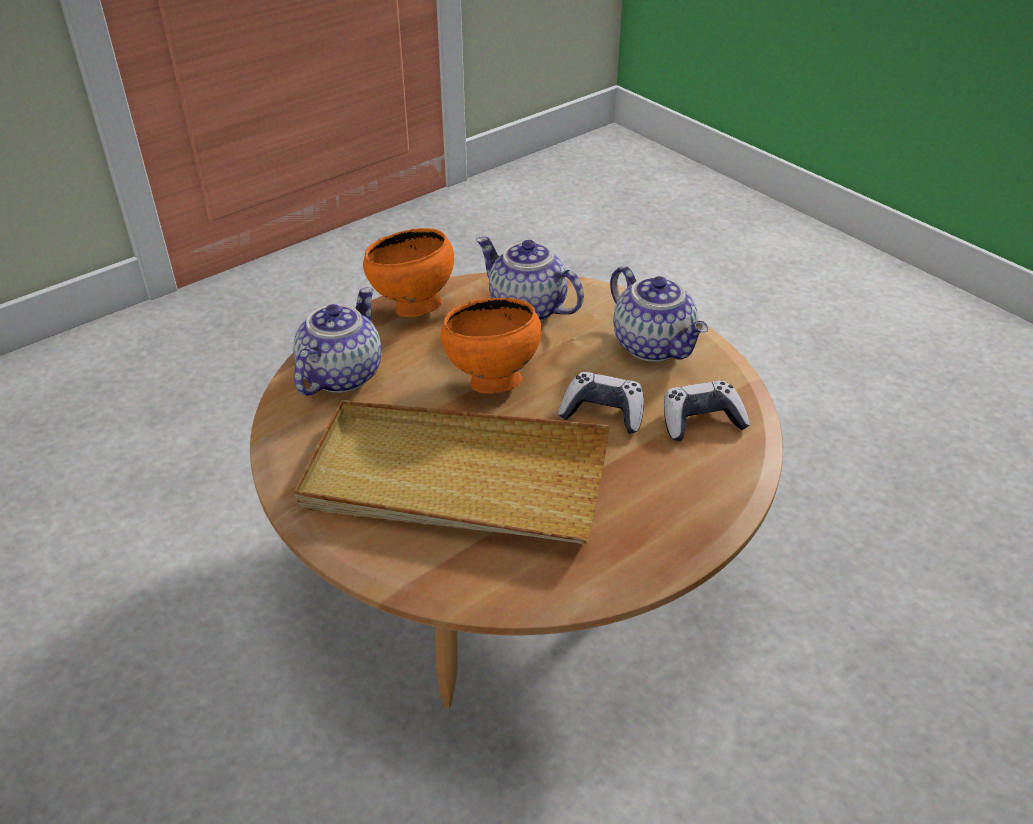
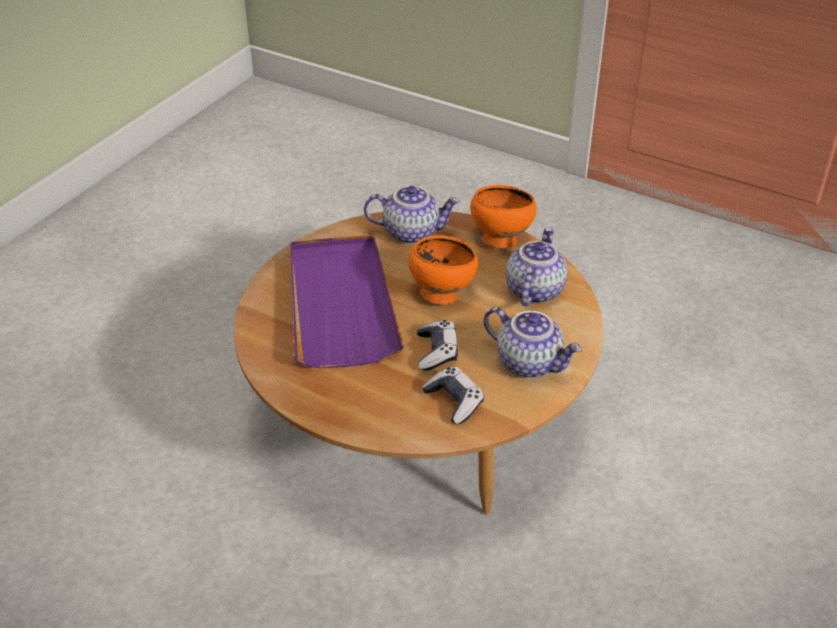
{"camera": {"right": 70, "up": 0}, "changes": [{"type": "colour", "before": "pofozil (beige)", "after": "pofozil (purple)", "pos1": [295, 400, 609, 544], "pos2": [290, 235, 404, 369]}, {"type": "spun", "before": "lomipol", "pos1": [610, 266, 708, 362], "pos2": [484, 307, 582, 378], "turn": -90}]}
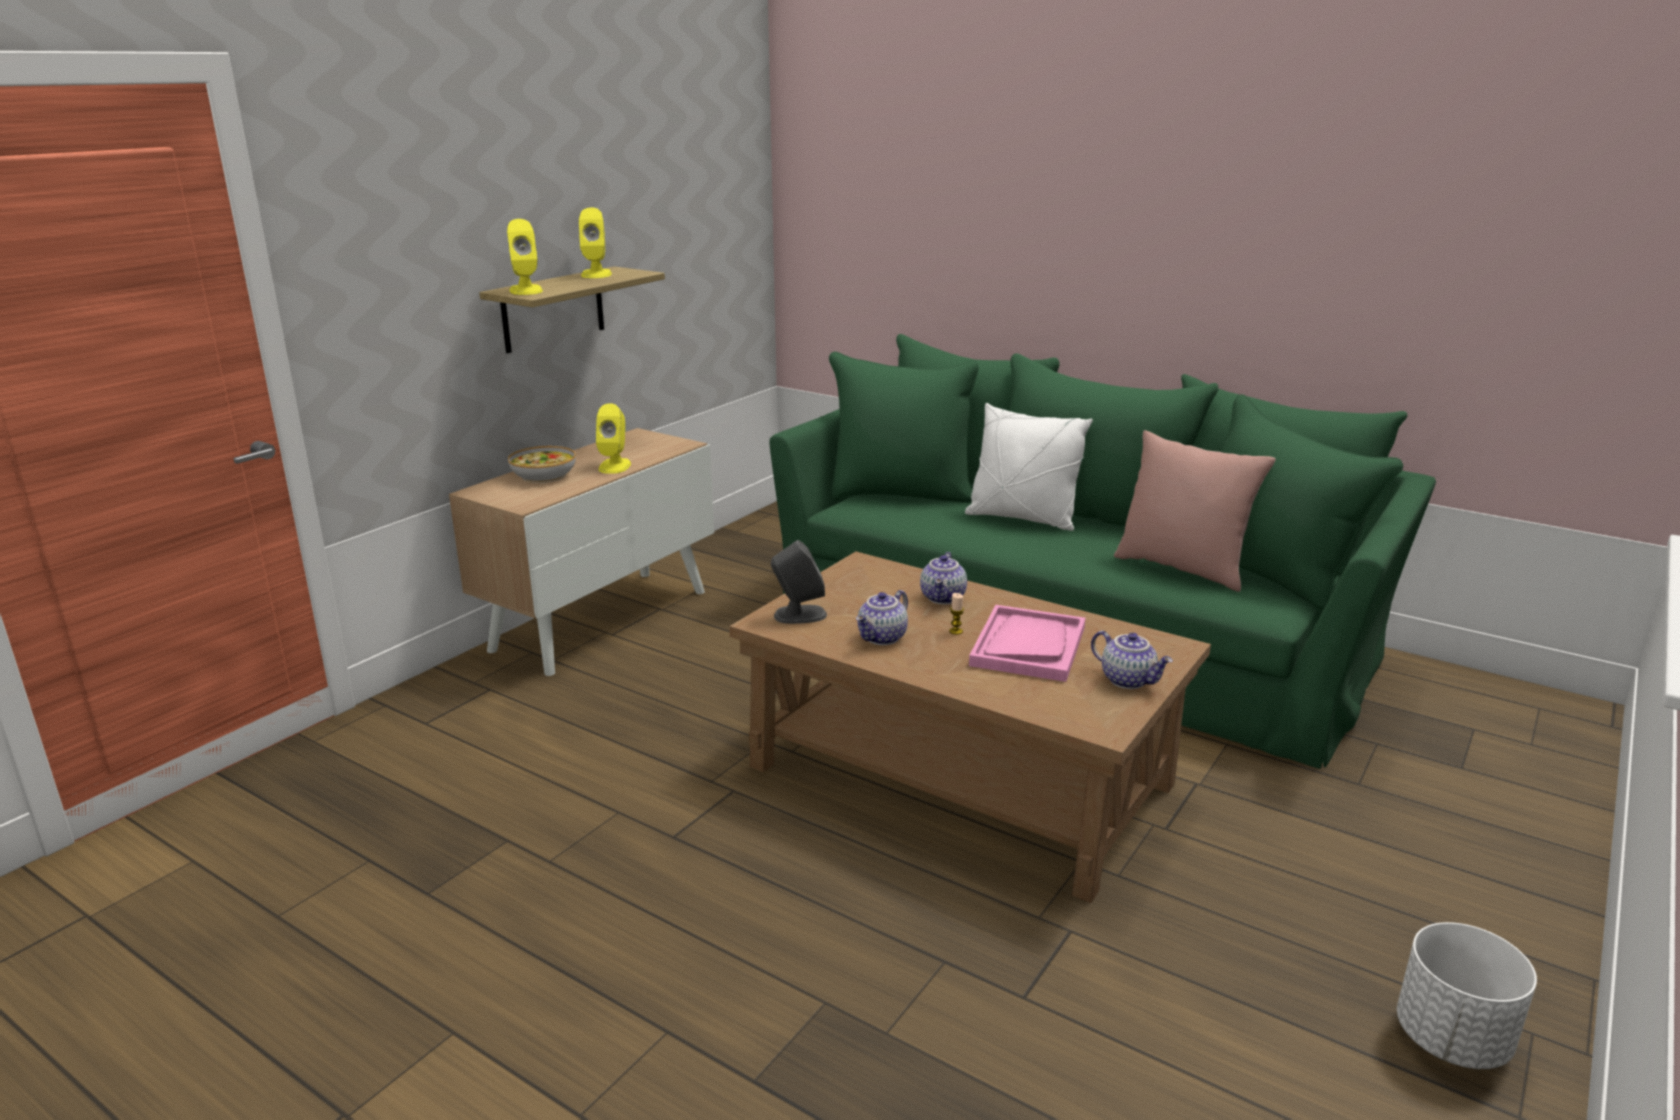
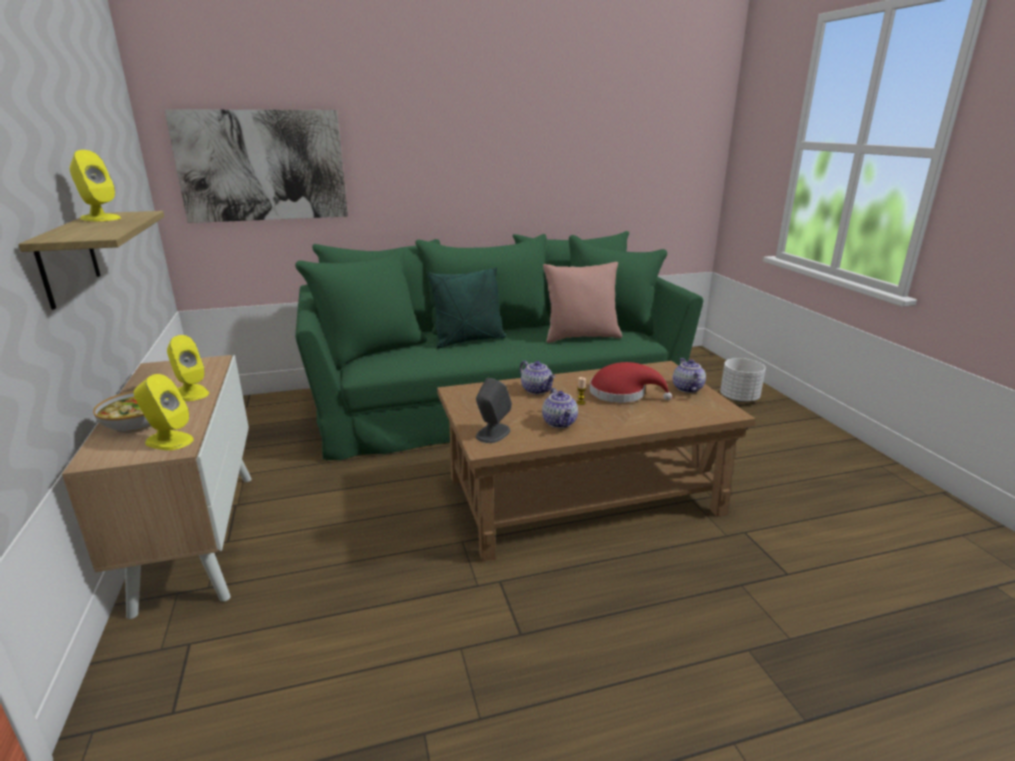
{"camera": {"right": -50, "up": 0}, "changes": [{"type": "relocated", "before": "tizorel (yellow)", "pos1": [507, 219, 543, 295], "pos2": [134, 374, 194, 450]}, {"type": "colour", "before": "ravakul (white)", "after": "ravakul (green)", "pos1": [965, 403, 1093, 531], "pos2": [428, 267, 506, 349]}, {"type": "exchanged", "before": "pofozil (pink)", "after": "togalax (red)", "pos1": [969, 605, 1086, 682], "pos2": [590, 362, 672, 403]}, {"type": "spun", "before": "lomipol", "pos1": [1091, 631, 1173, 689], "pos2": [673, 358, 706, 393], "turn": -90}, {"type": "relocated", "before": "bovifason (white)", "pos1": [1397, 922, 1537, 1069], "pos2": [720, 358, 766, 402]}, {"type": "appeared", "after": "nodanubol", "pos2": [164, 109, 348, 223]}]}
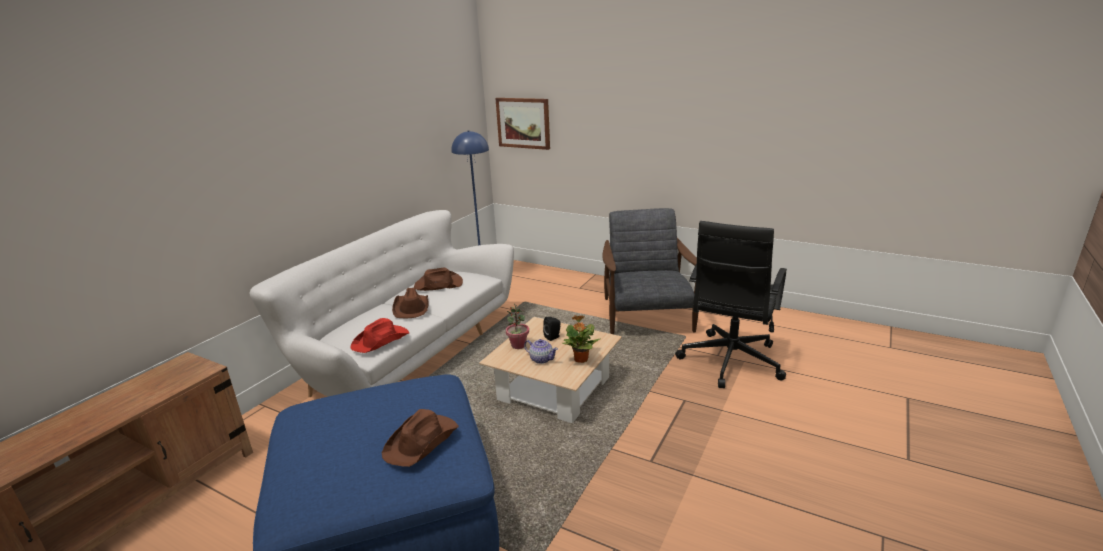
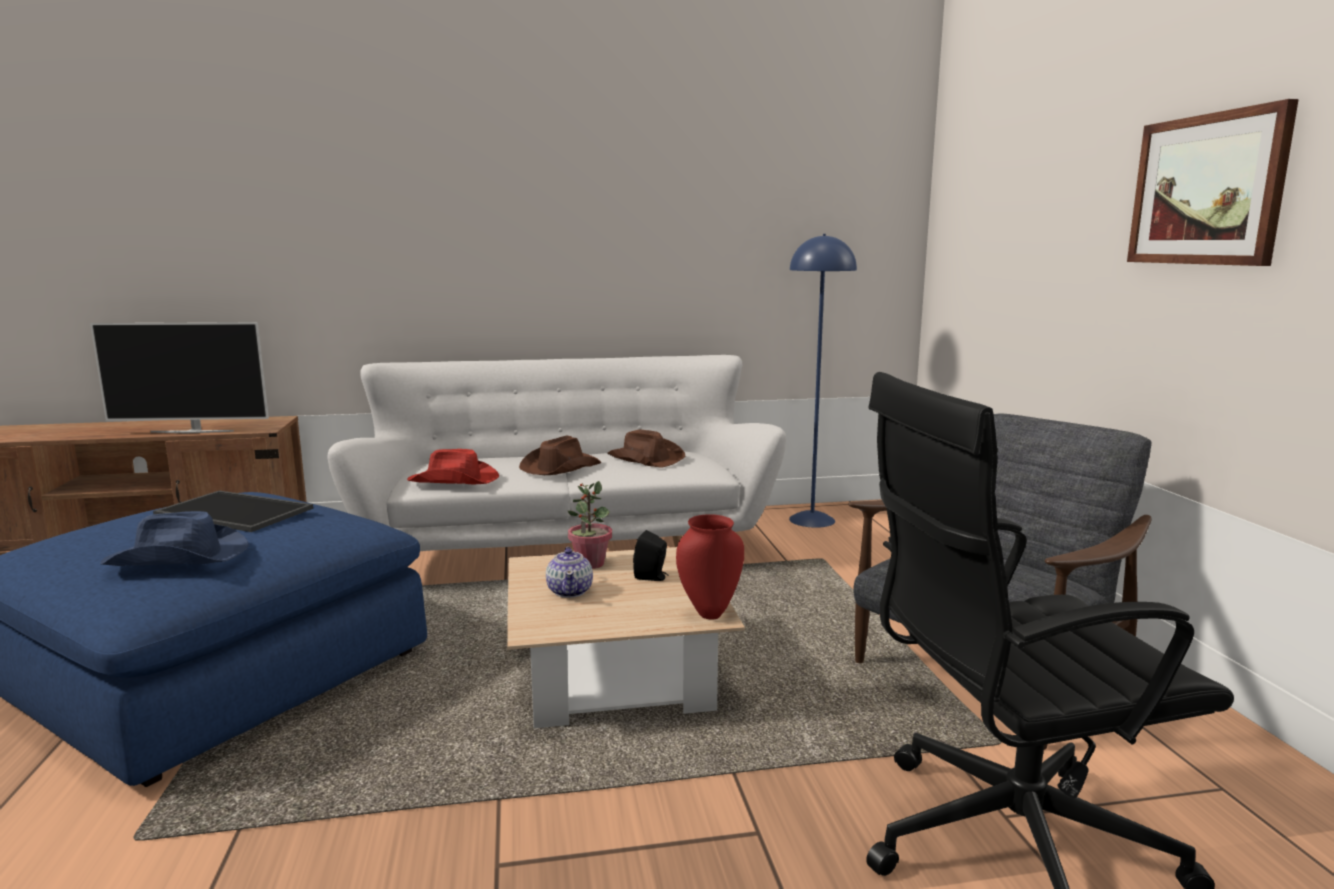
{"camera": {"right": 50, "up": -10}, "changes": [{"type": "colour", "before": "togalax (brown)", "after": "togalax (blue)", "pos1": [382, 409, 459, 467], "pos2": [100, 511, 249, 566]}, {"type": "relocated", "before": "nodanubol", "pos1": [495, 98, 550, 150], "pos2": [1127, 99, 1299, 266]}, {"type": "missing", "before": "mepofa", "pos1": [562, 315, 601, 363]}, {"type": "appeared", "after": "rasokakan", "pos2": [90, 322, 269, 433]}, {"type": "appeared", "after": "pofozil", "pos2": [153, 490, 313, 532]}, {"type": "appeared", "after": "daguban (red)", "pos2": [676, 514, 744, 620]}]}
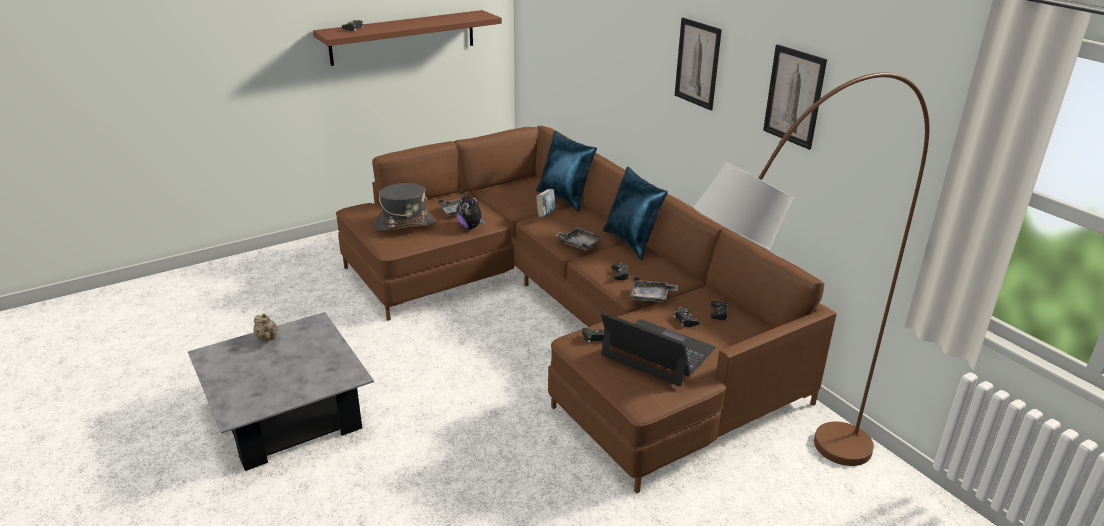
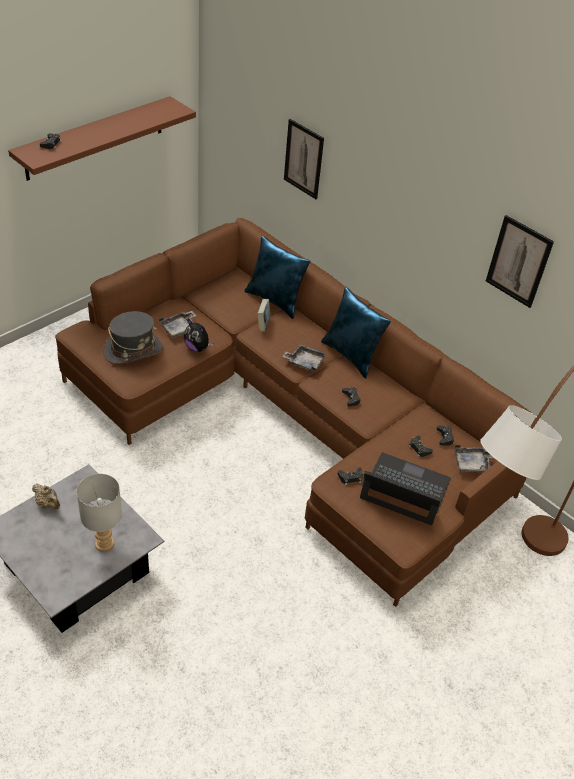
{"camera": {"right": -15, "up": 15}, "changes": [{"type": "relocated", "before": "pofozil (grey)", "pos1": [630, 277, 678, 303], "pos2": [454, 445, 493, 472]}, {"type": "relocated", "before": "nodanubol", "pos1": [675, 18, 722, 110], "pos2": [284, 119, 324, 199]}, {"type": "appeared", "after": "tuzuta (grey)", "pos2": [76, 474, 122, 552]}]}
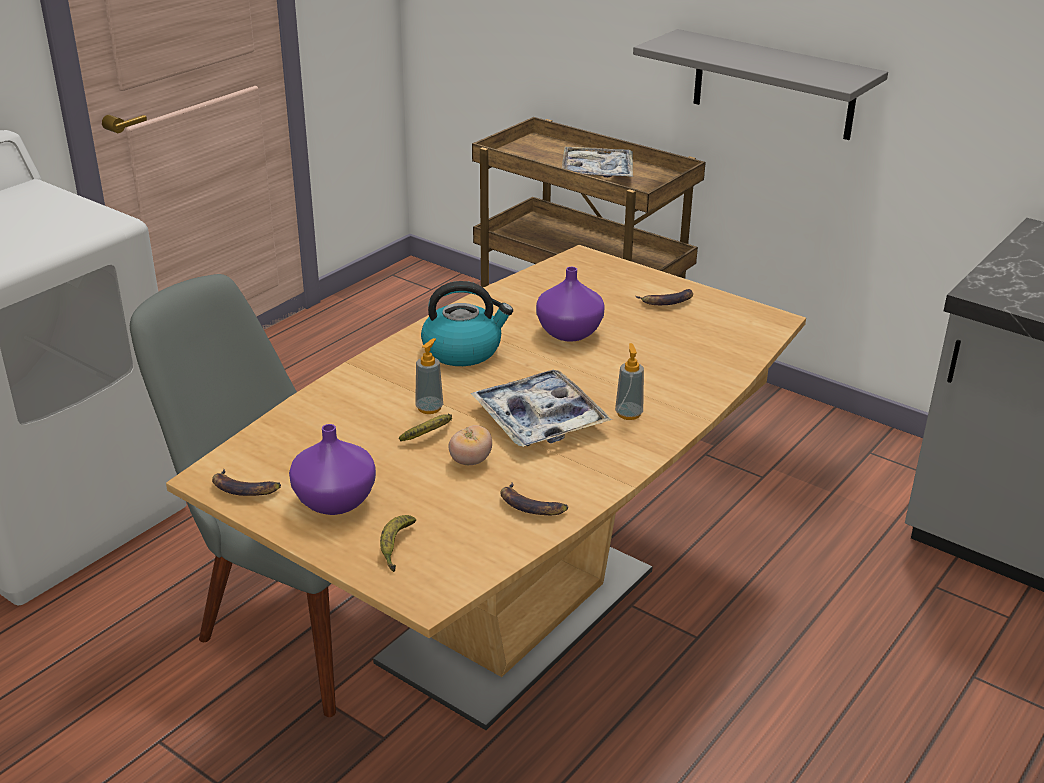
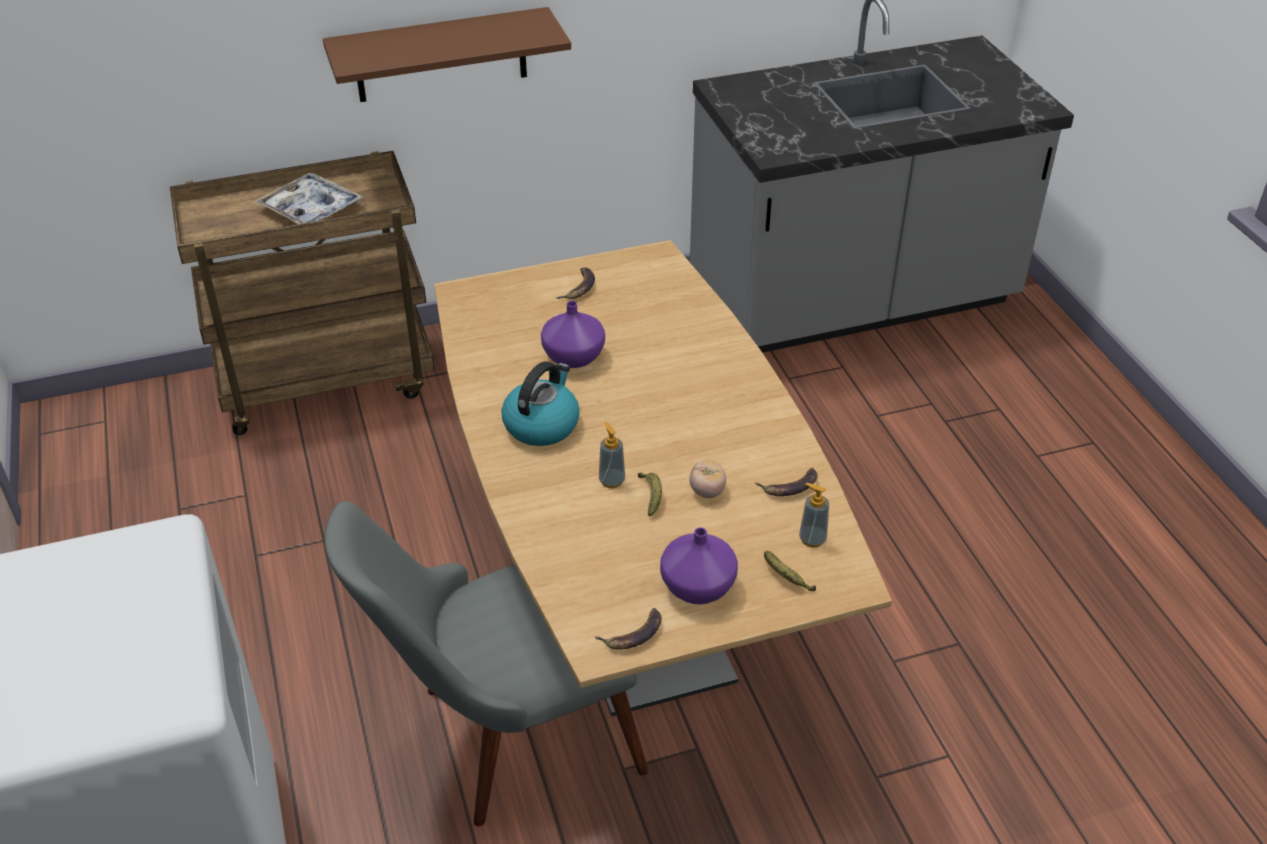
{"camera": {"right": -55, "up": 10}, "changes": [{"type": "missing", "before": "pofozil", "pos1": [470, 369, 612, 447]}, {"type": "relocated", "before": "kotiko", "pos1": [615, 343, 644, 420], "pos2": [799, 483, 829, 548]}, {"type": "colour", "before": "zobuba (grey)", "after": "zobuba (brown)", "pos1": [633, 29, 888, 140], "pos2": [323, 7, 571, 102]}]}
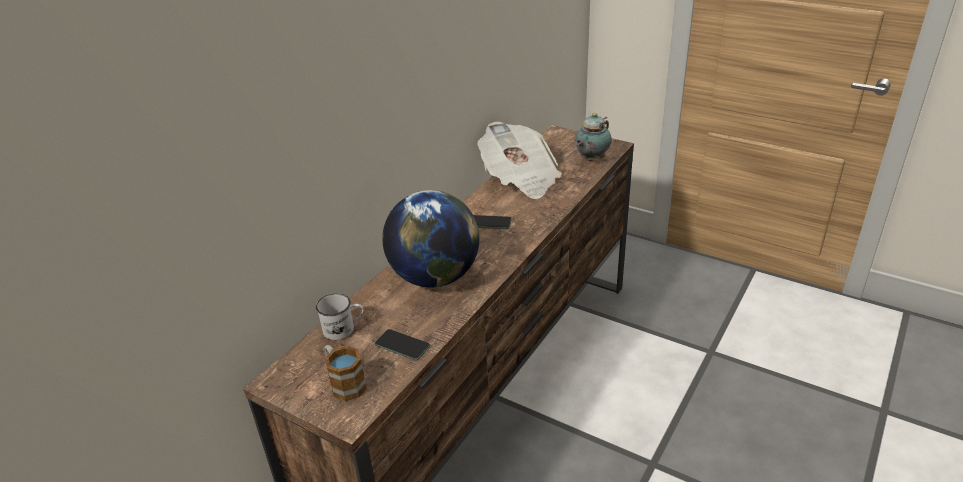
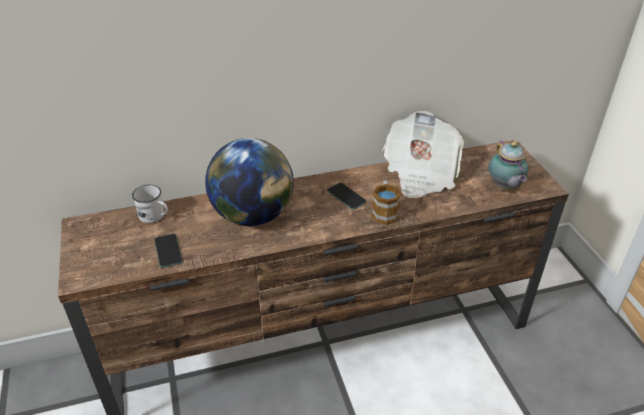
{"camera": {"right": 40, "up": 5}, "changes": [{"type": "relocated", "before": "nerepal", "pos1": [324, 345, 367, 401], "pos2": [372, 180, 401, 225]}, {"type": "spun", "before": "lomipol", "pos1": [575, 113, 612, 161], "pos2": [488, 140, 529, 190], "turn": -90}]}
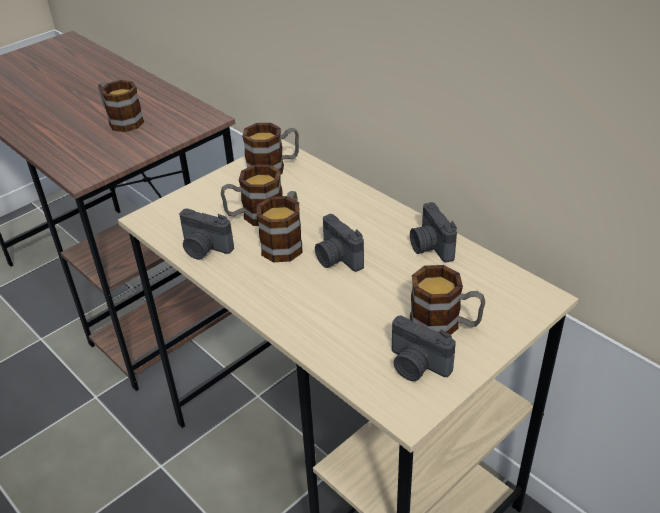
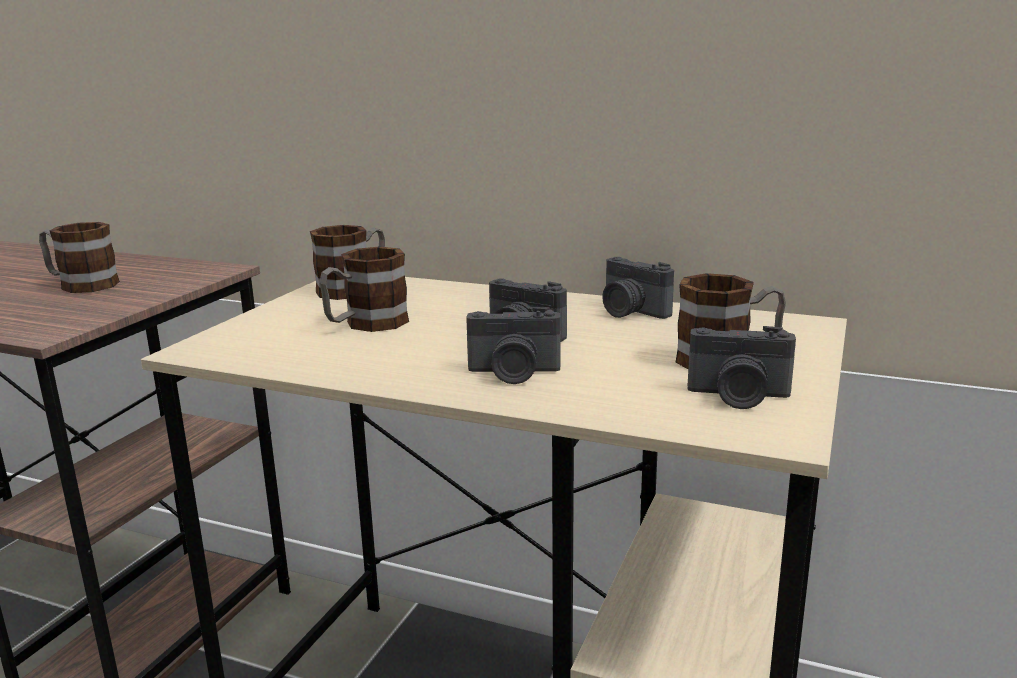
{"camera": {"right": -25, "up": -20}, "changes": [{"type": "relocated", "before": "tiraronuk", "pos1": [179, 209, 234, 260], "pos2": [466, 307, 561, 384]}, {"type": "missing", "before": "nerepal", "pos1": [257, 191, 303, 262]}]}
